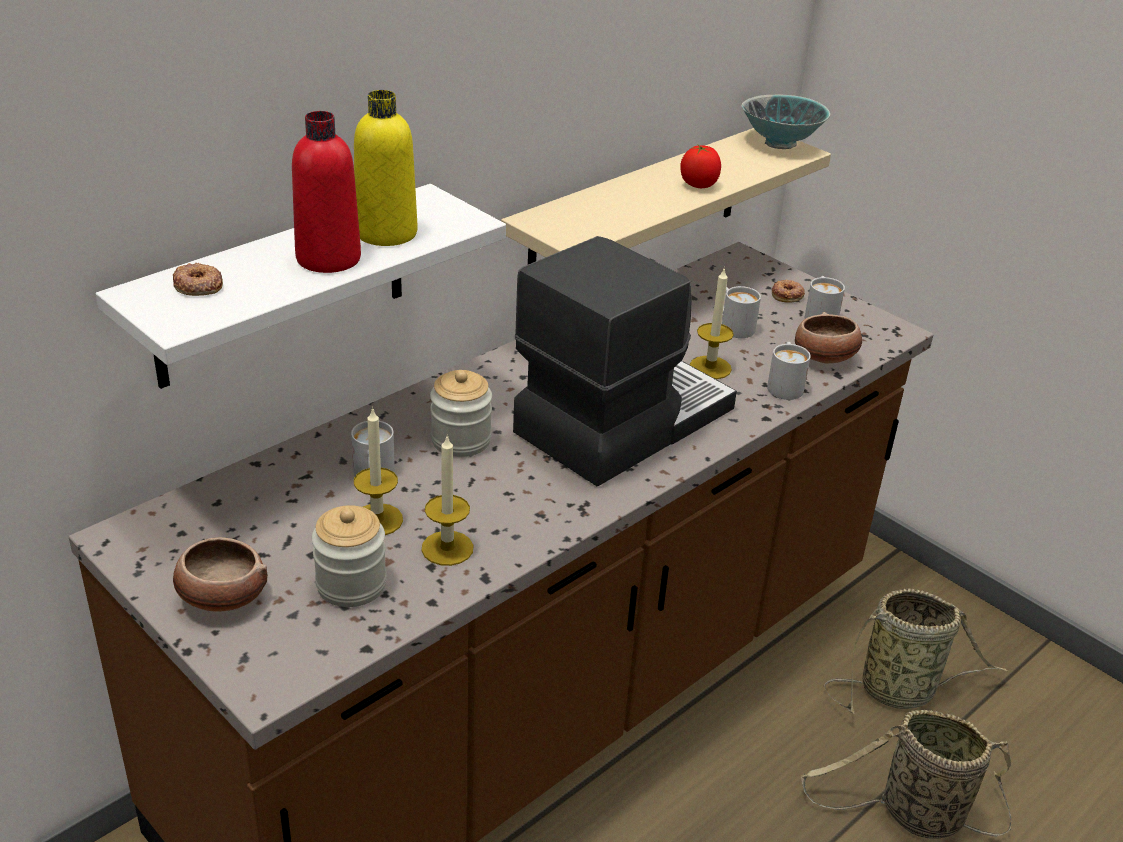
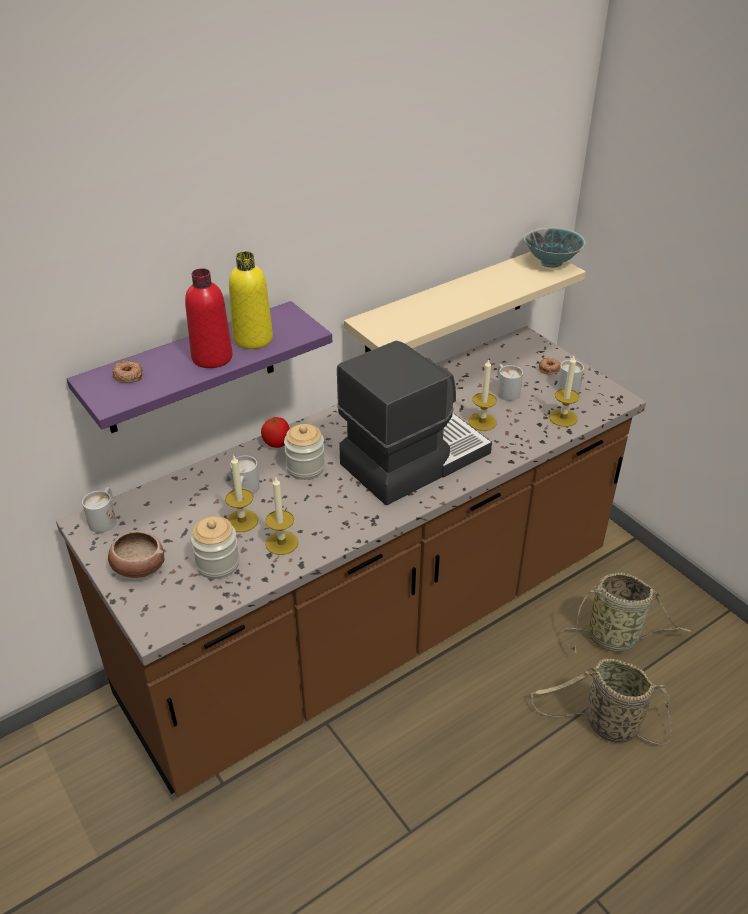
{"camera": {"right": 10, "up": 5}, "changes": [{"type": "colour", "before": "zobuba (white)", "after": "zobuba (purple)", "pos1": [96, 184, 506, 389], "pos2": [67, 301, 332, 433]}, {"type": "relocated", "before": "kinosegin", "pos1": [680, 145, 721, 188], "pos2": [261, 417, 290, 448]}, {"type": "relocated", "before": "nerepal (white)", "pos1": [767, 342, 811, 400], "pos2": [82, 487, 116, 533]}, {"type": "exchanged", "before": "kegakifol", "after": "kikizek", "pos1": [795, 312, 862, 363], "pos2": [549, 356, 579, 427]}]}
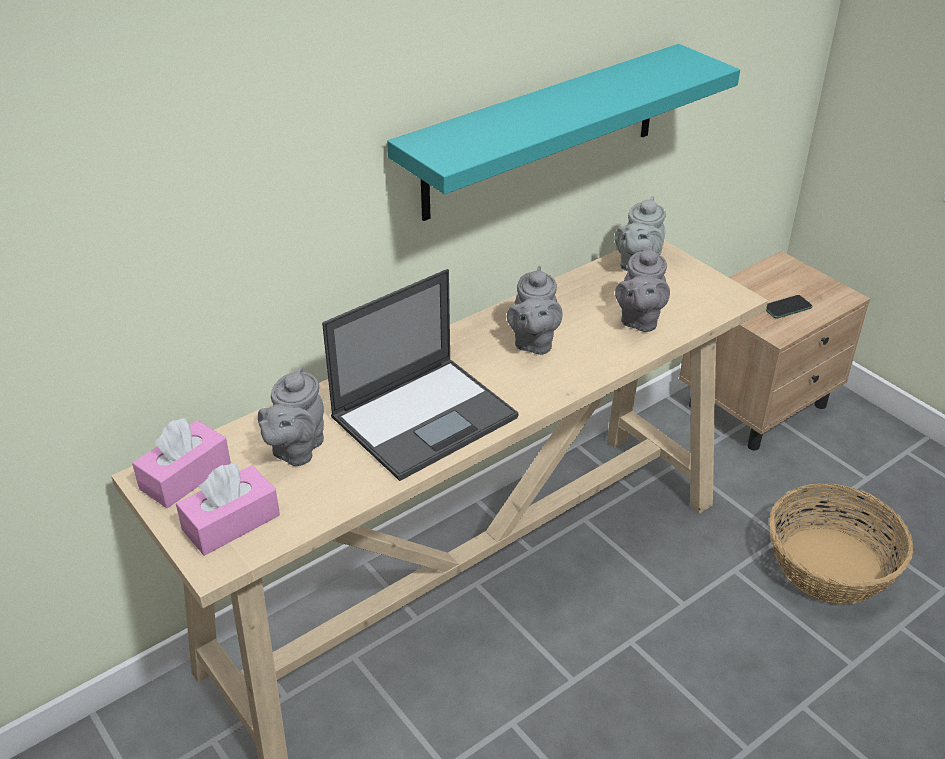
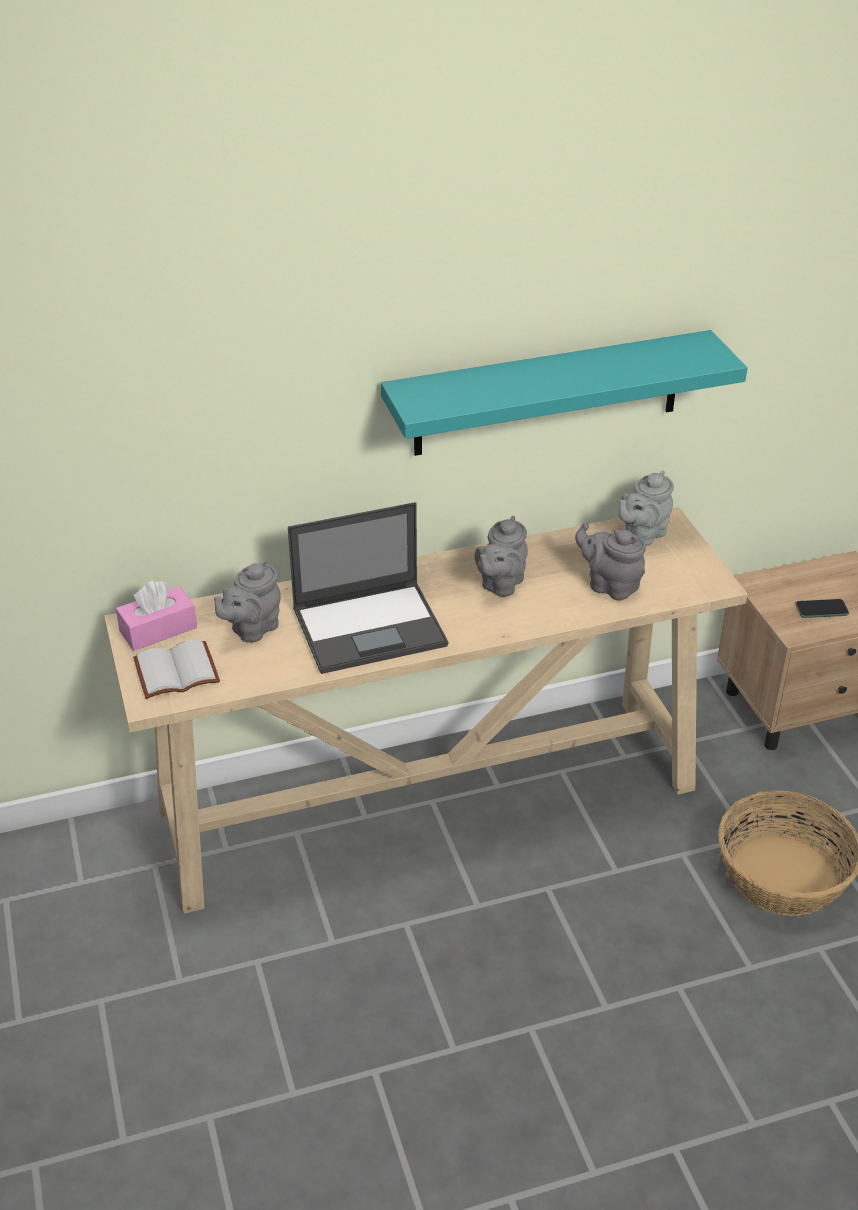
{"camera": {"right": 20, "up": 0}, "changes": [{"type": "exchanged", "before": "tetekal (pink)", "after": "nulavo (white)", "pos1": [176, 463, 280, 556], "pos2": [133, 640, 220, 699]}, {"type": "spun", "before": "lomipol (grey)", "pos1": [615, 245, 670, 332], "pos2": [575, 523, 646, 601], "turn": 90}]}
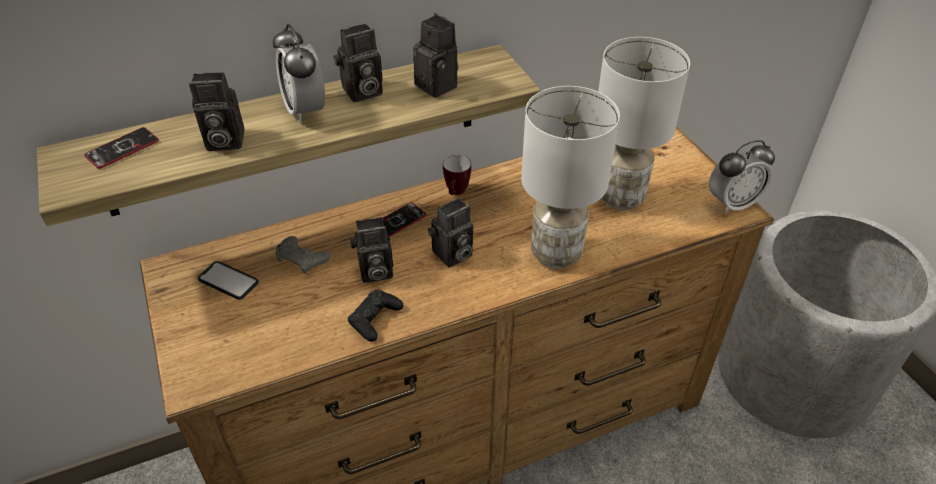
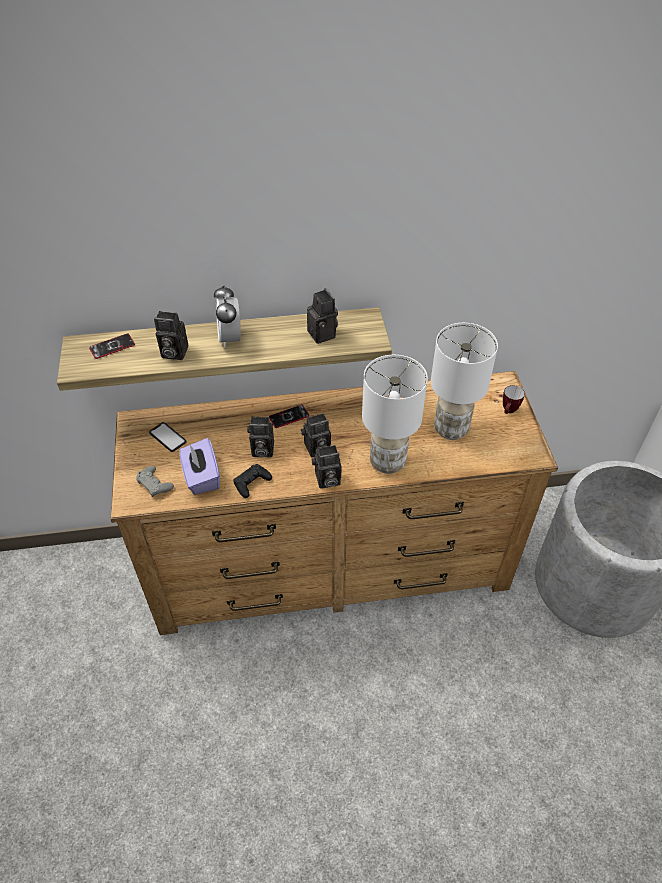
{"camera": {"right": 15, "up": 5}, "changes": [{"type": "relocated", "before": "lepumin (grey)", "pos1": [275, 236, 331, 274], "pos2": [136, 466, 174, 497]}, {"type": "relocated", "before": "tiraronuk", "pos1": [333, 23, 383, 102], "pos2": [311, 445, 342, 489]}, {"type": "relocated", "before": "nerepal", "pos1": [443, 155, 471, 195], "pos2": [503, 385, 525, 414]}, {"type": "missing", "before": "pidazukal", "pos1": [709, 140, 775, 214]}, {"type": "appeared", "after": "tetekal (purple)", "pos2": [179, 438, 220, 495]}]}
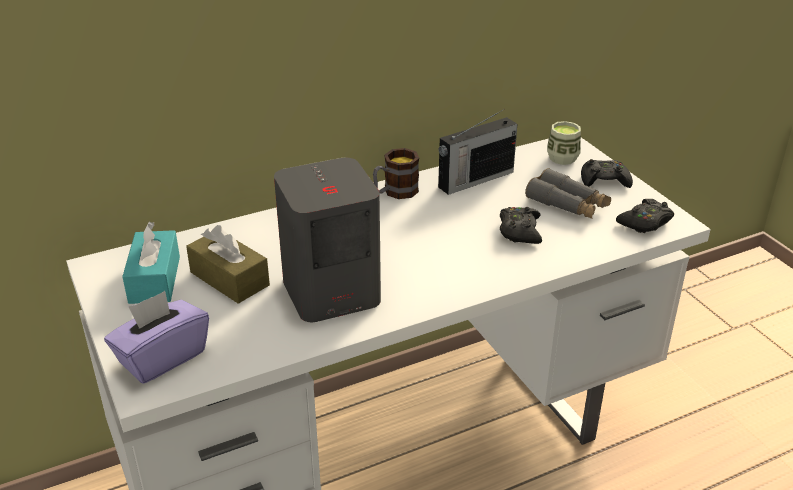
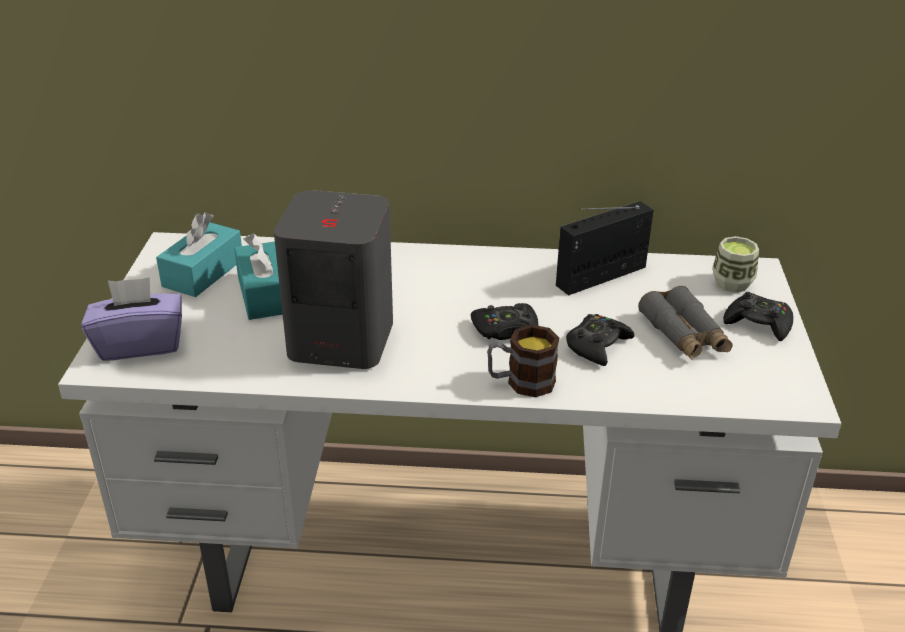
{"camera": {"right": 30, "up": 0}, "changes": [{"type": "colour", "before": "tetekal (brown)", "after": "tetekal (turquoise)", "pos1": [186, 225, 270, 304], "pos2": [234, 233, 283, 320]}, {"type": "relocated", "before": "nerepal", "pos1": [373, 148, 419, 199], "pos2": [487, 324, 559, 397]}, {"type": "spun", "before": "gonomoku", "pos1": [438, 109, 517, 195], "pos2": [556, 201, 654, 296], "turn": 150}, {"type": "relocated", "before": "lepumin (black)", "pos1": [616, 199, 674, 233], "pos2": [471, 303, 538, 340]}]}
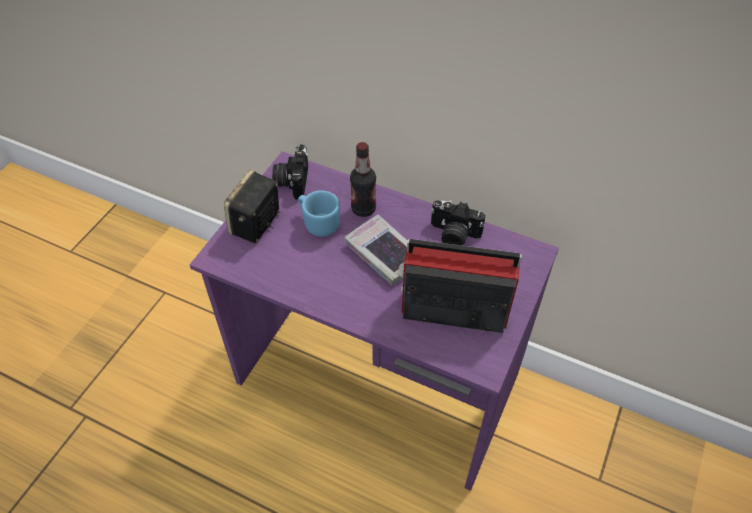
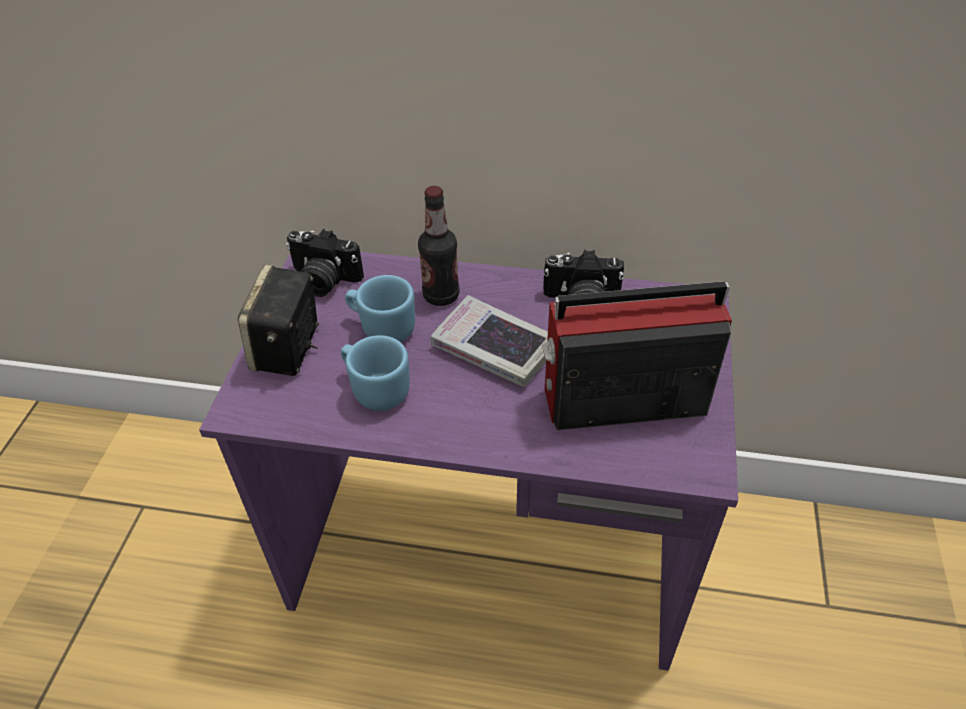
{"camera": {"right": -15, "up": -5}, "changes": [{"type": "spun", "before": "tiraronuk", "pos1": [272, 144, 308, 199], "pos2": [286, 229, 364, 297], "turn": -60}, {"type": "appeared", "after": "nerepal (blue)", "pos2": [341, 335, 410, 411]}]}
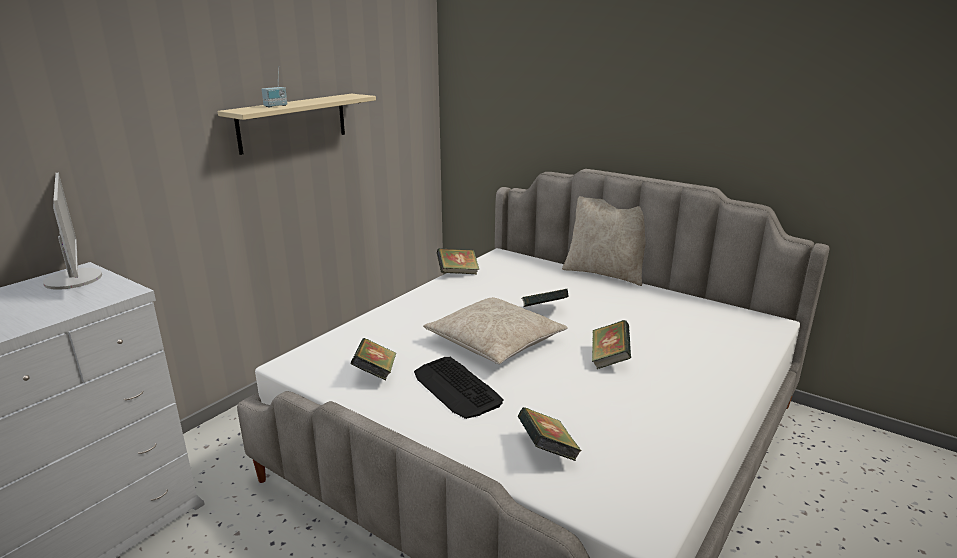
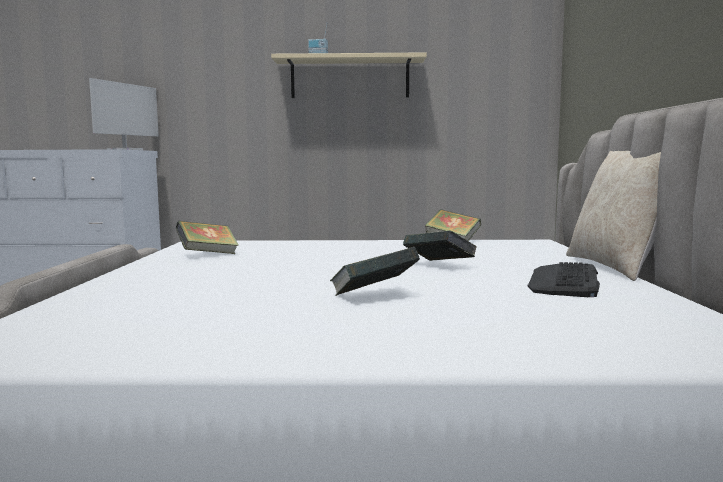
{"camera": {"right": 55, "up": -15}, "changes": [{"type": "relocated", "before": "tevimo", "pos1": [414, 357, 503, 419], "pos2": [528, 262, 600, 297]}, {"type": "missing", "before": "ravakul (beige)", "pos1": [423, 297, 568, 364]}, {"type": "missing", "before": "nulavo", "pos1": [518, 407, 581, 461]}]}
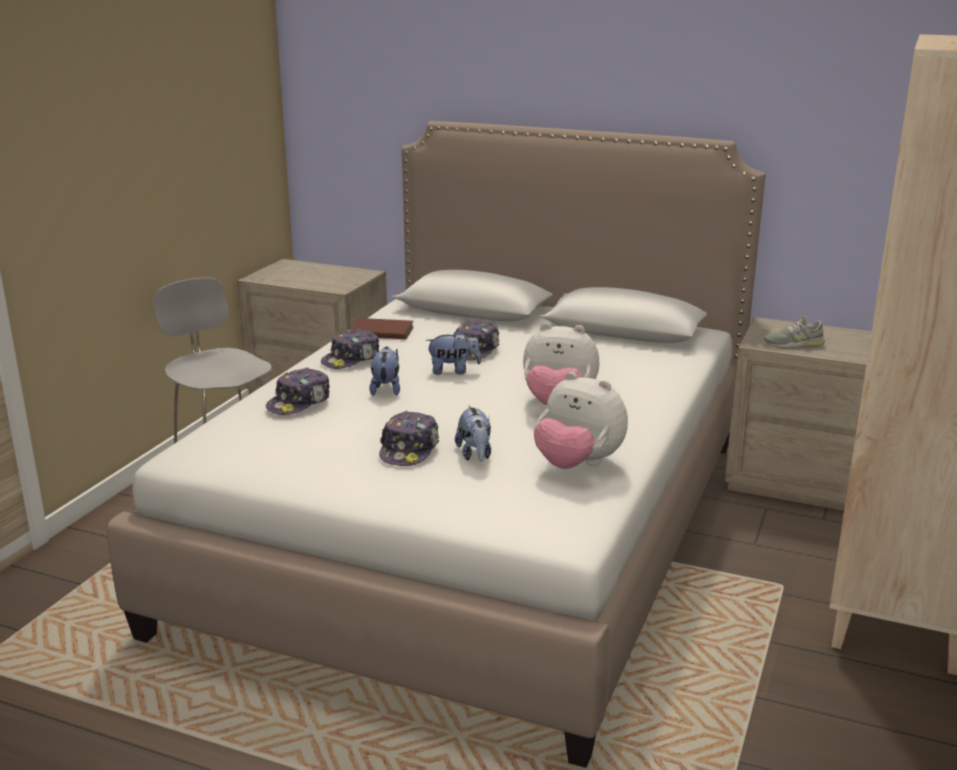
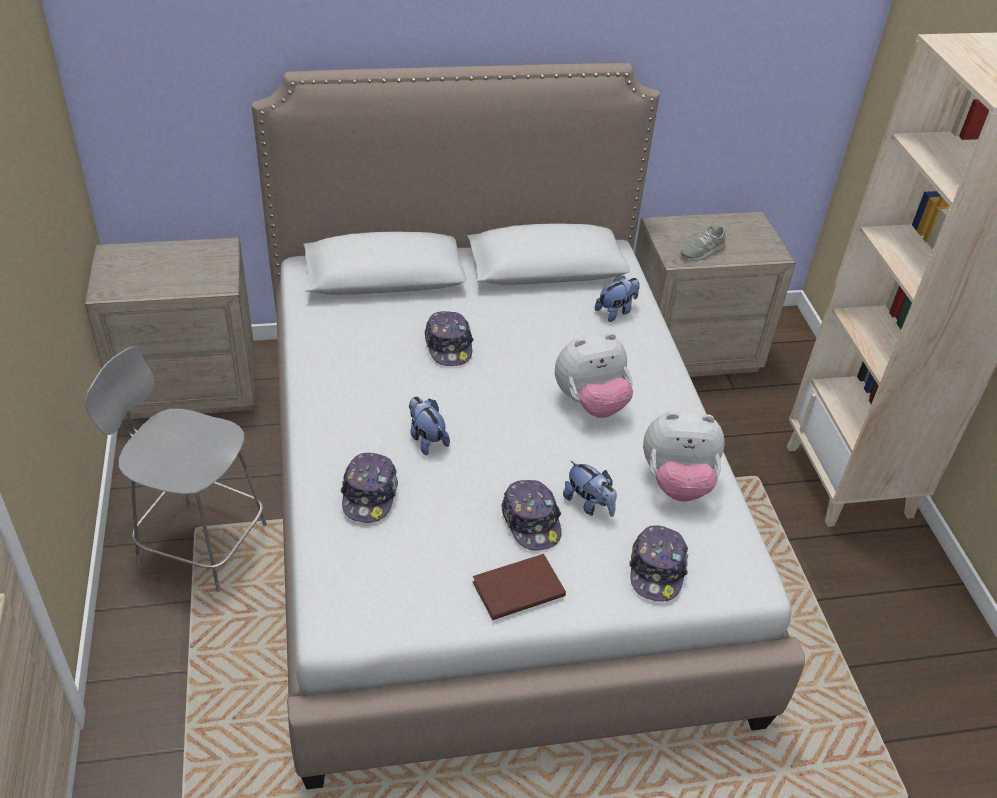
{"camera": {"right": -35, "up": 20}, "changes": [{"type": "relocated", "before": "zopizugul", "pos1": [321, 328, 379, 369], "pos2": [629, 525, 688, 601]}, {"type": "relocated", "before": "nulavo (brown)", "pos1": [349, 318, 413, 339], "pos2": [473, 554, 566, 620]}, {"type": "relocated", "before": "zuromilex", "pos1": [426, 330, 481, 375], "pos2": [595, 275, 640, 322]}]}
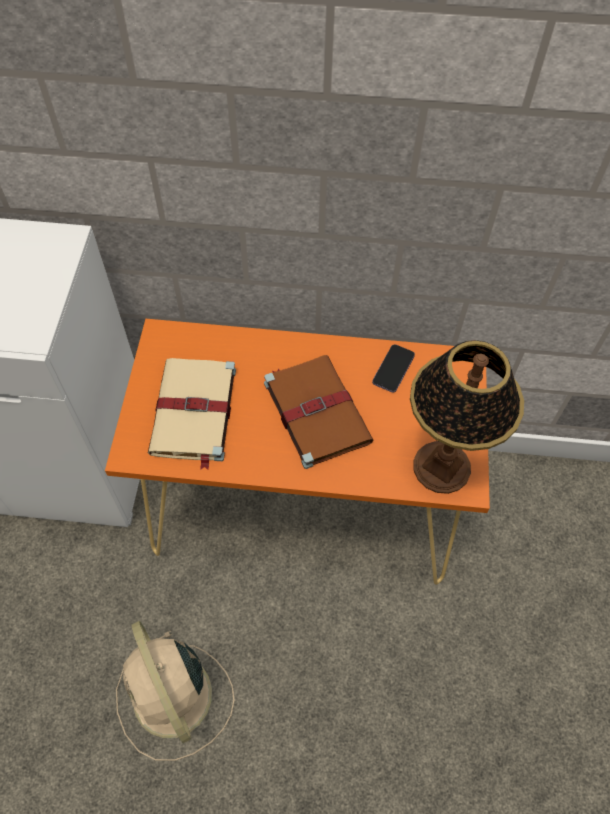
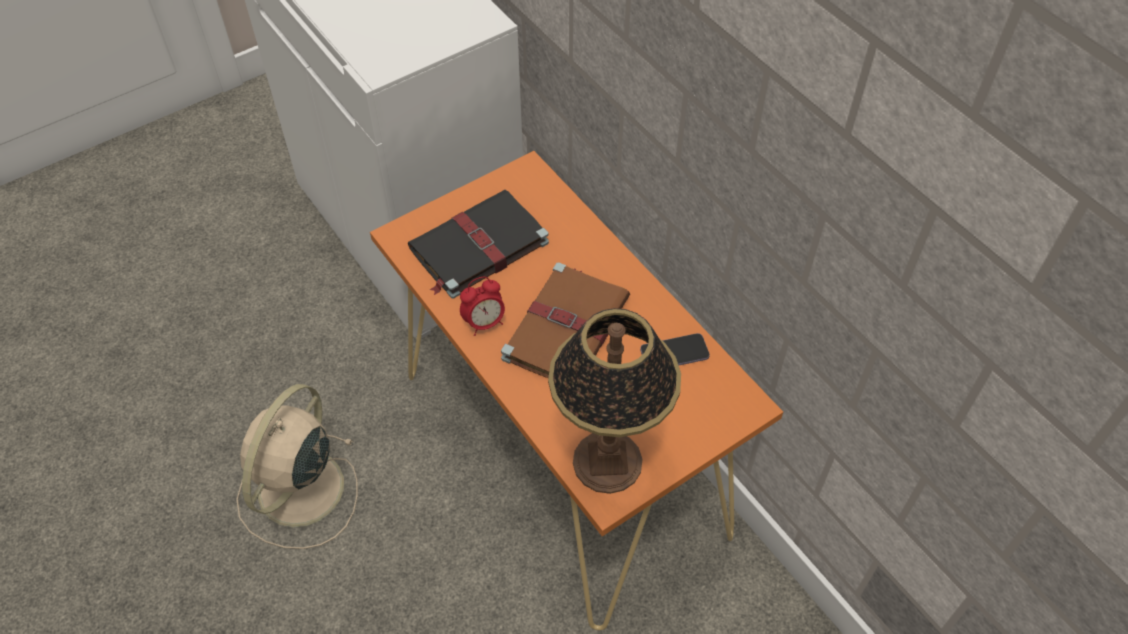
{"camera": {"right": 50, "up": -5}, "changes": [{"type": "colour", "before": "nulavo (beige)", "after": "nulavo (black)", "pos1": [148, 358, 236, 470], "pos2": [408, 190, 549, 299]}, {"type": "appeared", "after": "pidazukal", "pos2": [460, 277, 505, 336]}]}
